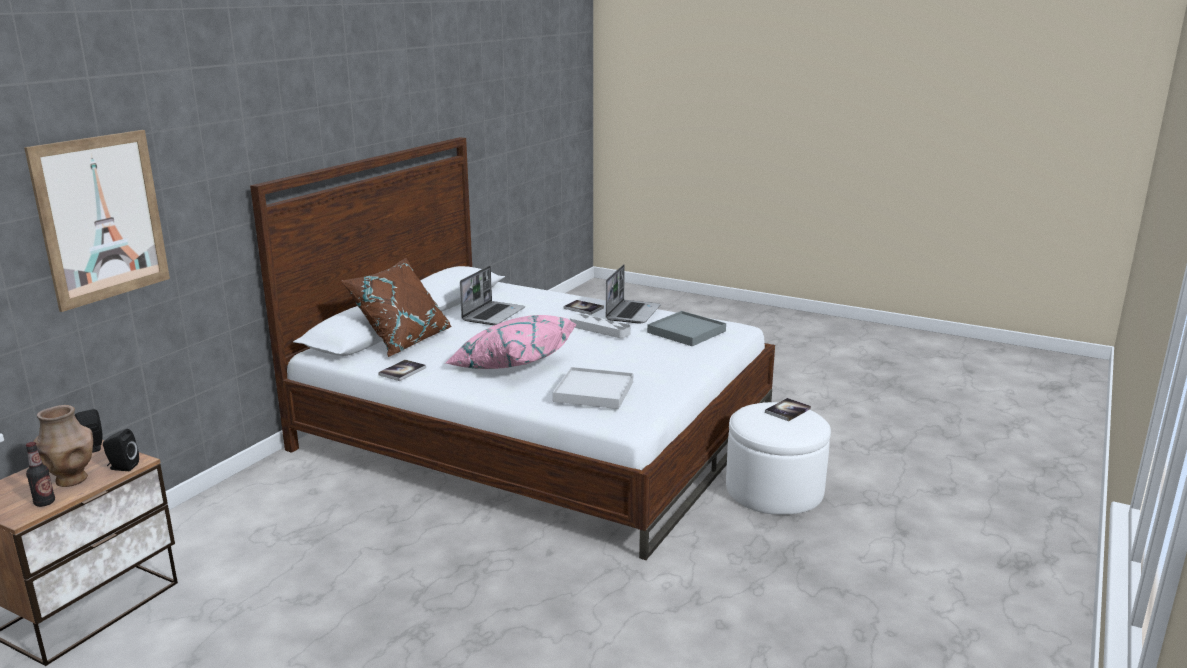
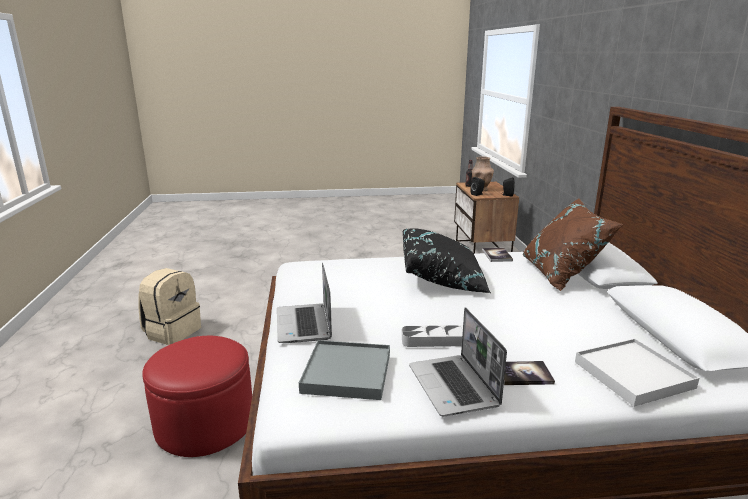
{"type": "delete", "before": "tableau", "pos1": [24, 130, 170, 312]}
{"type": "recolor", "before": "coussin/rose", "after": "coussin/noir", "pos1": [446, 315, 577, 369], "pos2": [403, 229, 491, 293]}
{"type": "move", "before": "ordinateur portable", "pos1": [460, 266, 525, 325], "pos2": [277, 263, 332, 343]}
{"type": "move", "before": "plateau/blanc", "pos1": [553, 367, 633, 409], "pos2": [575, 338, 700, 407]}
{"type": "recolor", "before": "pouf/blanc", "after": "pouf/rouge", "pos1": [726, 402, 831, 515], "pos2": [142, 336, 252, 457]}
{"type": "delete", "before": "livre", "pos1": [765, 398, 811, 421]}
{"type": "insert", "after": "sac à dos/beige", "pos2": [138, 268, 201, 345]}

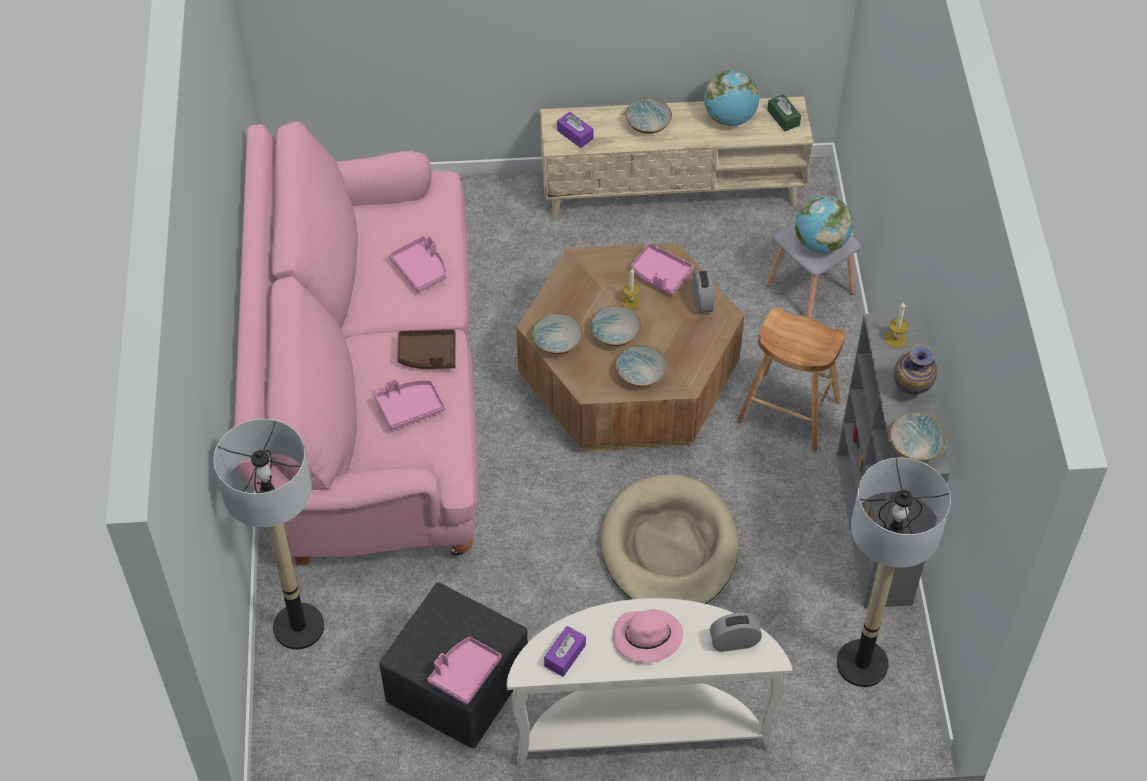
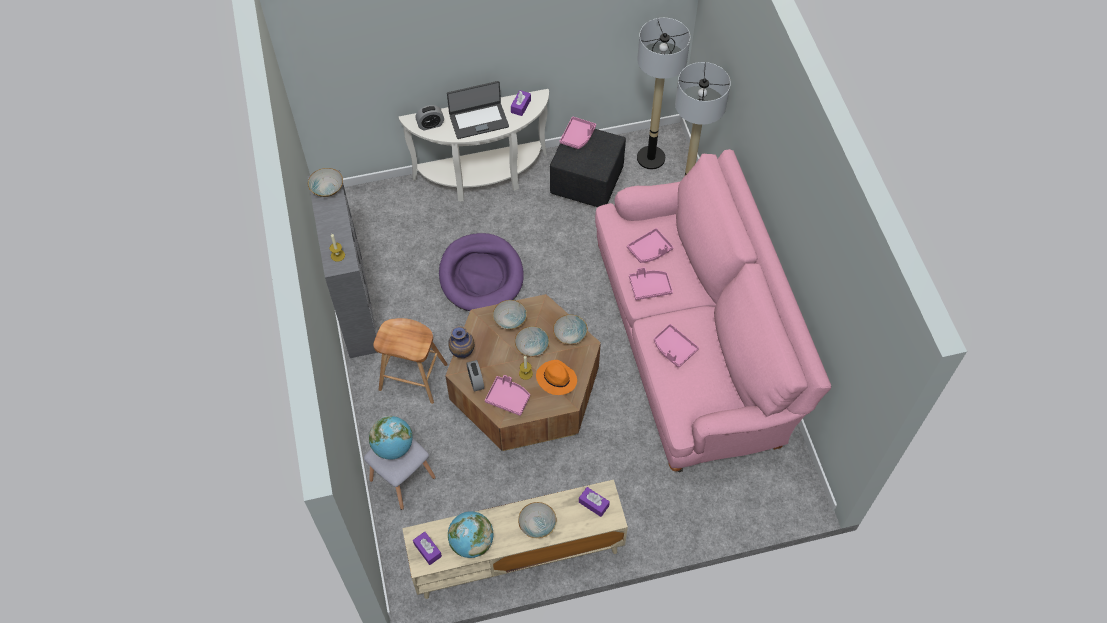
{"type": "recolor", "before": "plateau/marron", "after": "plateau/rose", "pos1": [397, 329, 456, 369], "pos2": [629, 267, 673, 300]}
{"type": "recolor", "before": "panier pour chien/beige", "after": "panier pour chien/violet", "pos1": [601, 474, 738, 604], "pos2": [439, 233, 524, 311]}
{"type": "replace", "before": "chapeau/rose", "after": "ordinateur portable", "pos1": [613, 609, 683, 663], "pos2": [447, 81, 509, 139]}
{"type": "recolor", "before": "boîte à mouchoirs/vert", "after": "boîte à mouchoirs/violet", "pos1": [767, 94, 801, 131], "pos2": [413, 532, 442, 565]}
{"type": "move", "before": "lampadaire", "pos1": [837, 457, 951, 687], "pos2": [637, 18, 690, 169]}
{"type": "move", "before": "vase", "pos1": [894, 344, 937, 395], "pos2": [448, 326, 474, 358]}
{"type": "insert", "after": "chapeau/orange", "pos2": [536, 360, 577, 395]}

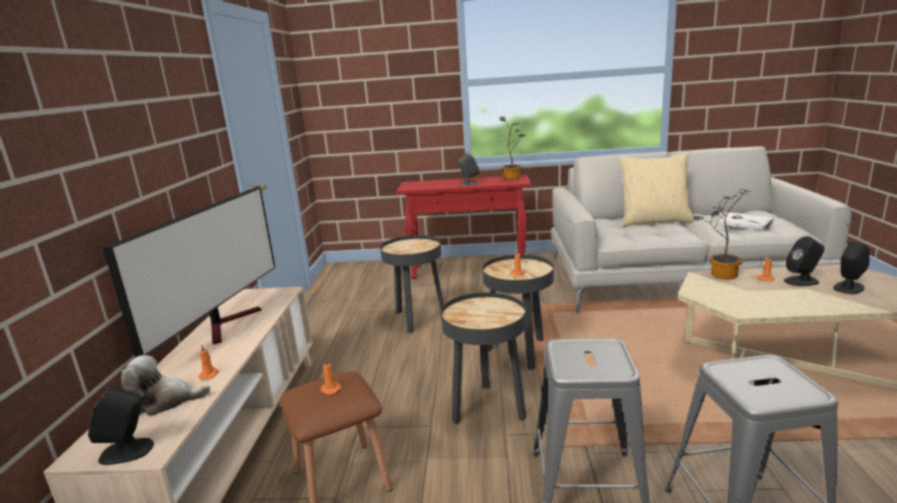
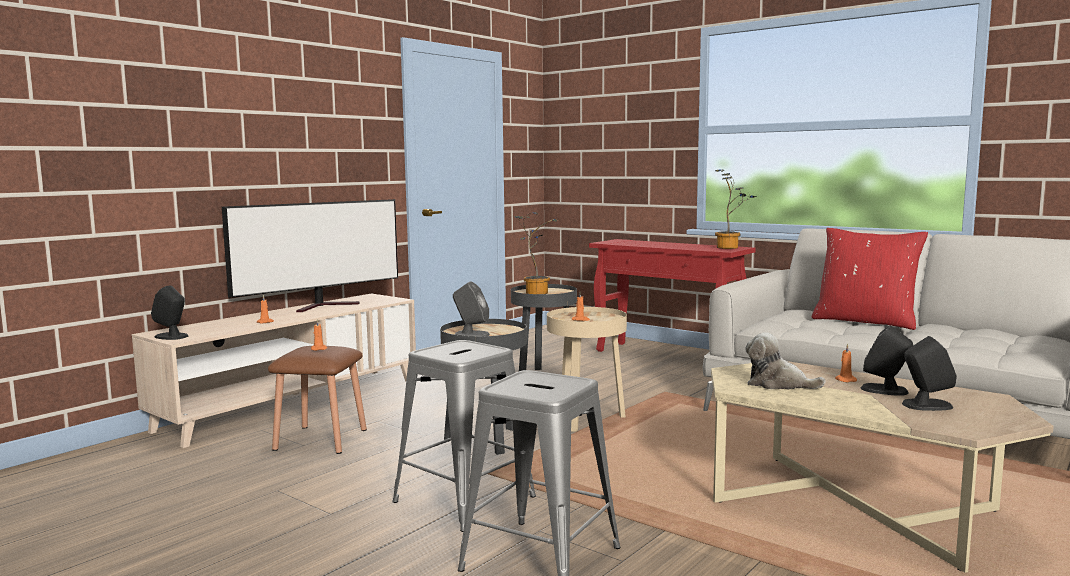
{"type": "move", "before": "peluche", "pos1": [121, 355, 210, 416], "pos2": [745, 332, 826, 389]}
{"type": "move", "before": "enceinte/gris", "pos1": [457, 153, 480, 186], "pos2": [453, 282, 490, 336]}
{"type": "recolor", "before": "table d'appoint/noir", "after": "table d'appoint/beige", "pos1": [482, 255, 554, 370], "pos2": [547, 307, 627, 432]}
{"type": "recolor", "before": "coussin/beige", "after": "coussin/rouge", "pos1": [619, 153, 694, 226], "pos2": [812, 228, 928, 330]}
{"type": "move", "before": "plante en pot", "pos1": [693, 189, 751, 279], "pos2": [514, 212, 558, 294]}
{"type": "delete", "before": "livre/blanc", "pos1": [720, 213, 774, 231]}

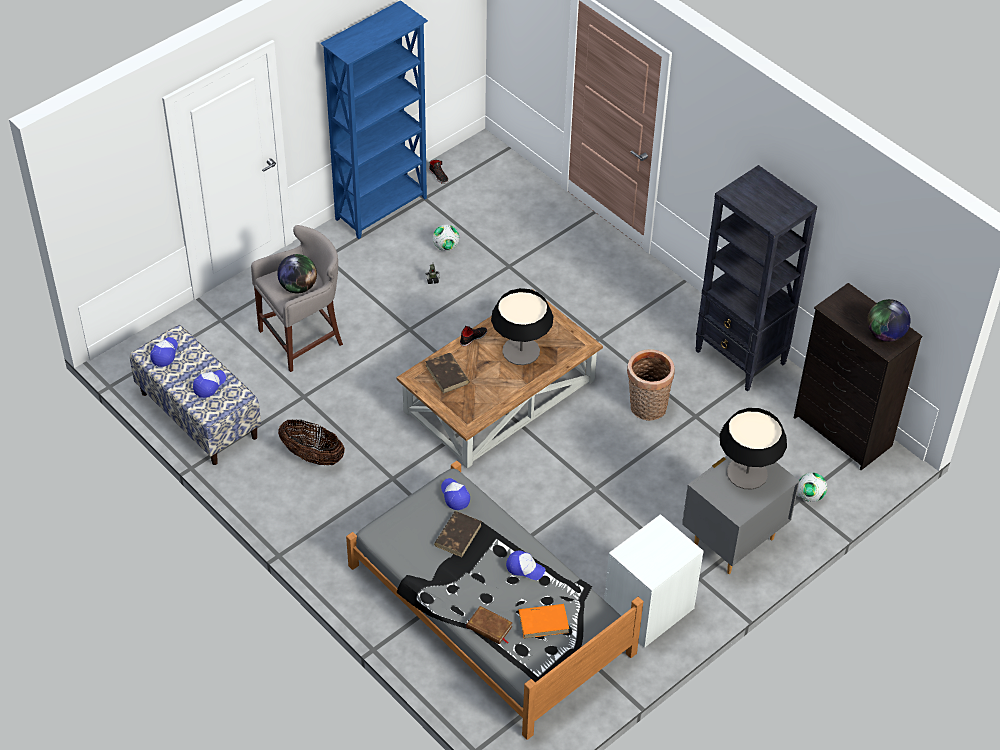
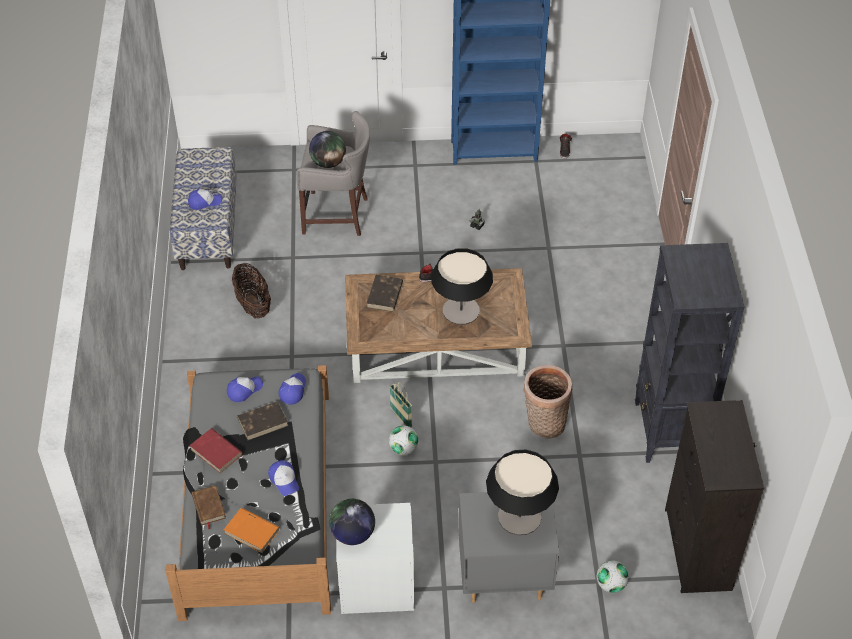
{"type": "move", "before": "casquette", "pos1": [150, 337, 178, 367], "pos2": [227, 376, 263, 402]}
{"type": "move", "before": "ballon de foot", "pos1": [433, 225, 459, 251], "pos2": [389, 426, 418, 455]}
{"type": "move", "before": "globe", "pos1": [867, 299, 911, 342], "pos2": [329, 499, 375, 545]}
{"type": "insert", "after": "livre/rouge", "pos2": [189, 428, 242, 473]}
{"type": "insert", "after": "panier", "pos2": [390, 382, 412, 427]}

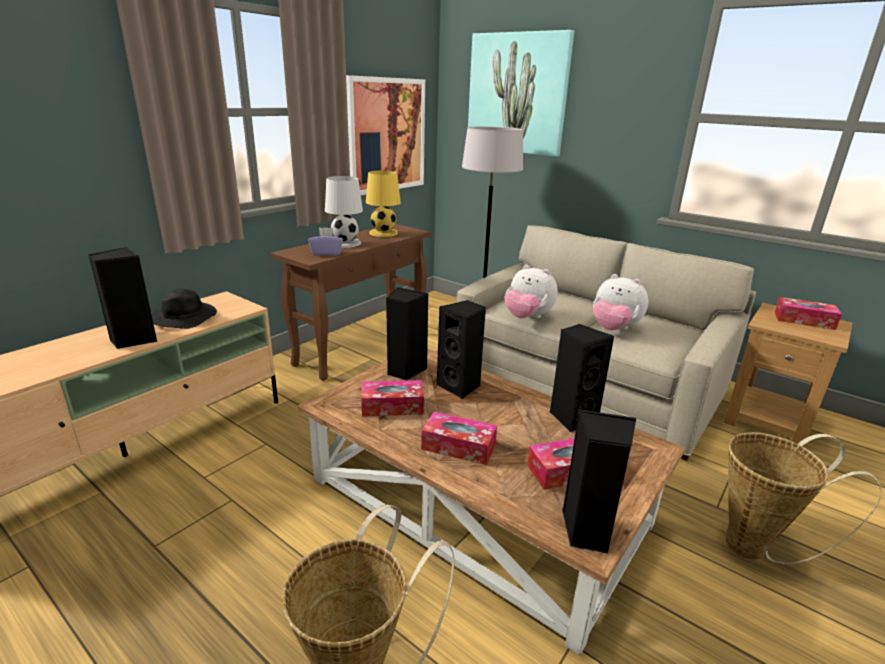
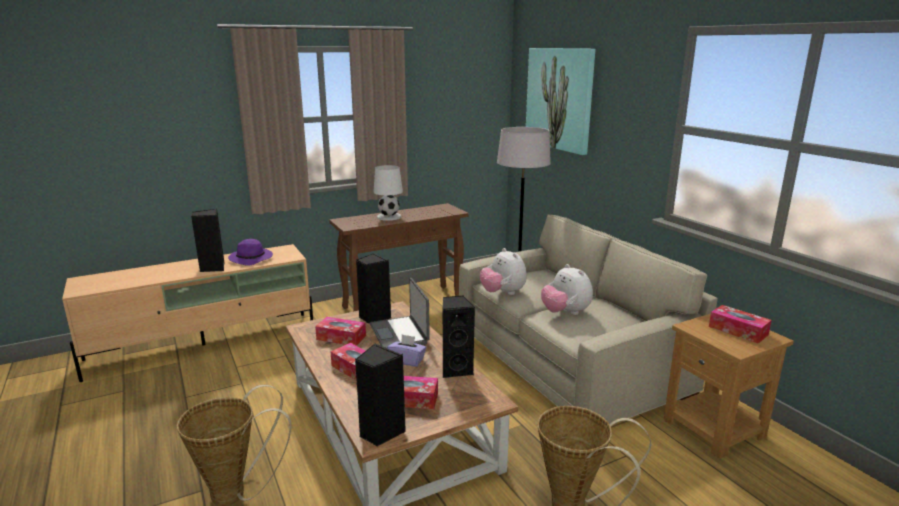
{"type": "recolor", "before": "chapeau/noir", "after": "chapeau/violet", "pos1": [151, 289, 217, 329], "pos2": [228, 239, 273, 266]}
{"type": "move", "before": "boîte à mouchoirs/violet", "pos1": [308, 228, 343, 255], "pos2": [387, 334, 427, 367]}
{"type": "delete", "before": "tableau", "pos1": [346, 75, 425, 195]}
{"type": "delete", "before": "lampe de table/jaune", "pos1": [366, 171, 401, 237]}
{"type": "replace", "before": "enceinte/noir", "after": "ordinateur portable", "pos1": [437, 300, 486, 399], "pos2": [370, 278, 430, 348]}

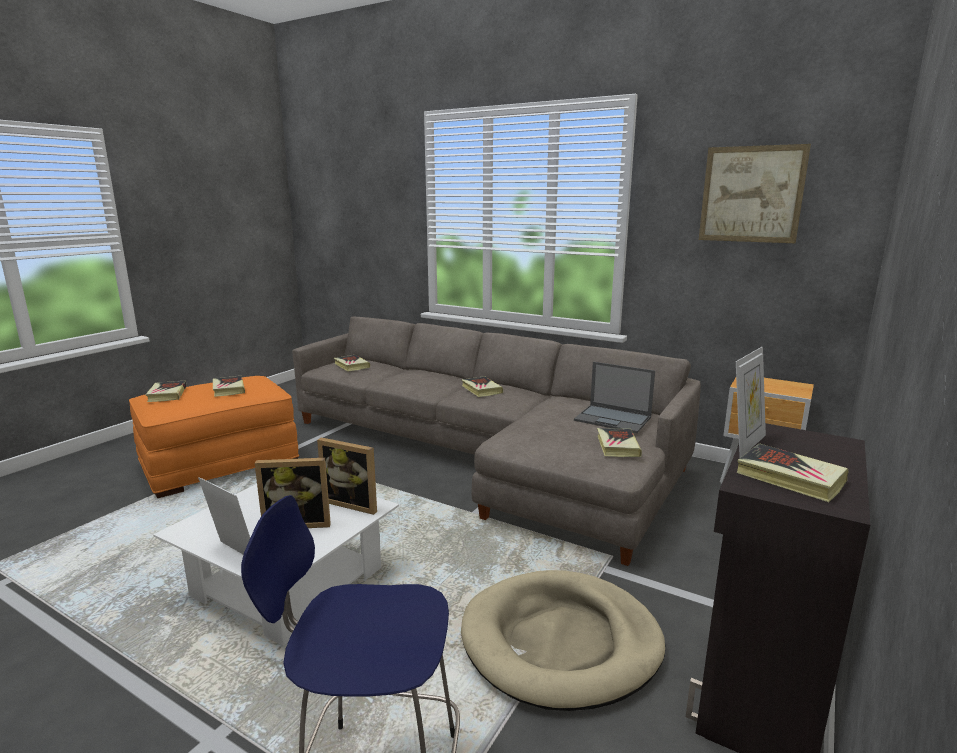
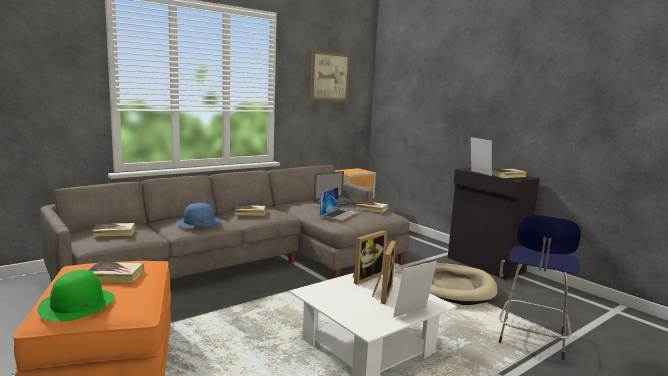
{"type": "replace", "before": "livre", "after": "chapeau/vert", "pos1": [145, 381, 186, 402], "pos2": [37, 270, 114, 322]}
{"type": "insert", "after": "chapeau/bleu", "pos2": [177, 203, 221, 227]}
{"type": "insert", "after": "ordinateur portable", "pos2": [320, 187, 358, 220]}

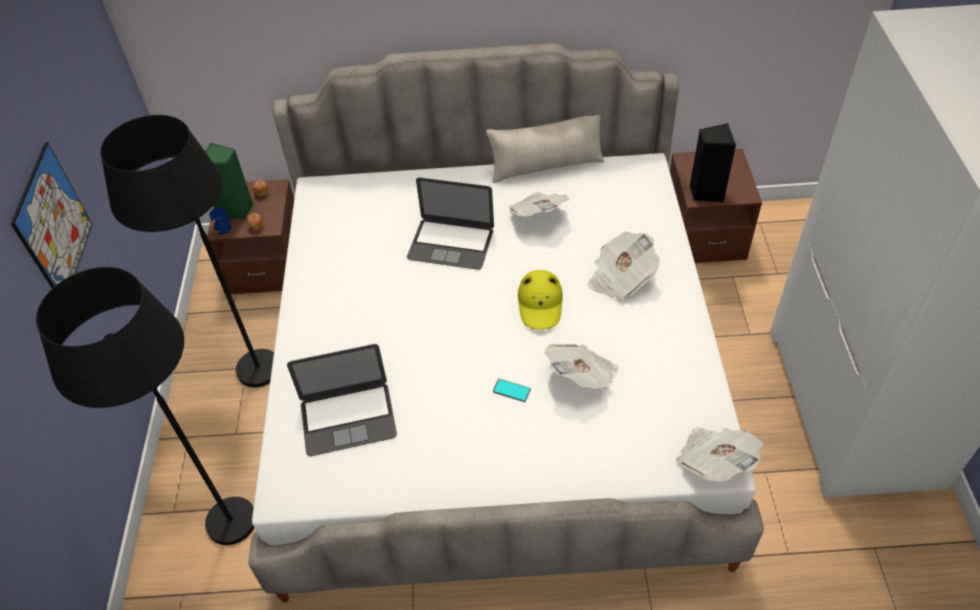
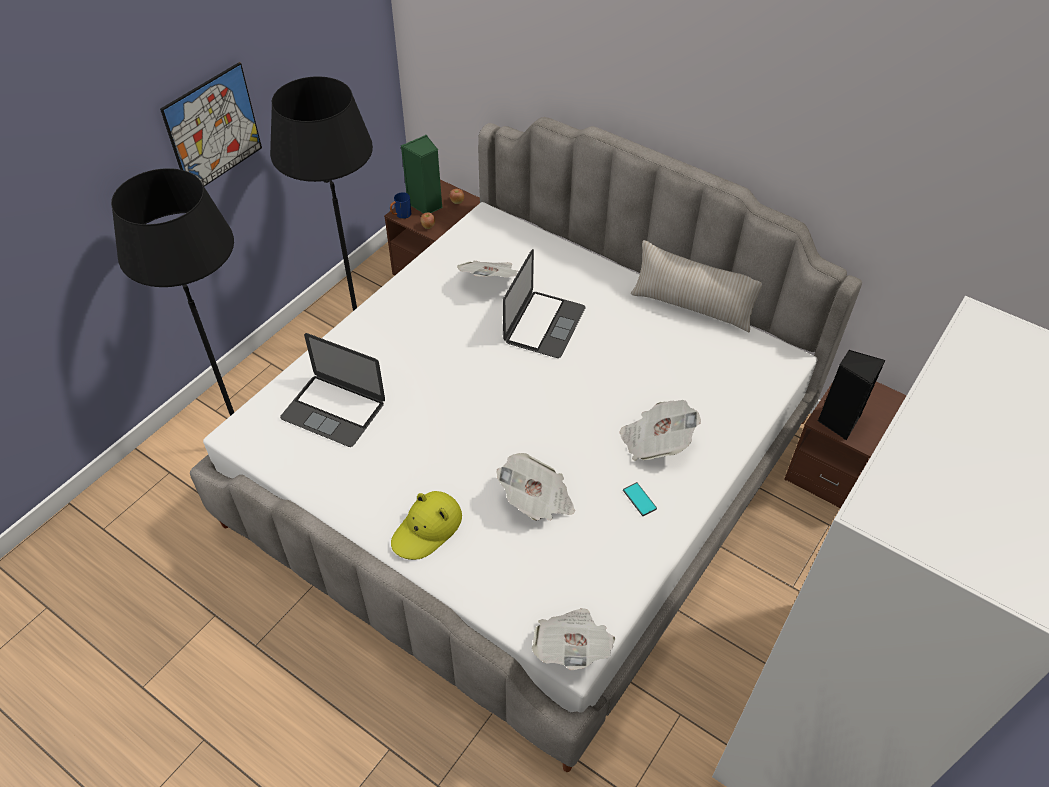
{"type": "rotate", "before": "ordinateur portable", "pos1": [407, 178, 494, 270], "pos2": [503, 249, 585, 358], "turn": -120}
{"type": "move", "before": "téléphone", "pos1": [493, 379, 531, 402], "pos2": [623, 482, 657, 516]}
{"type": "move", "before": "journal", "pos1": [509, 192, 569, 216], "pos2": [457, 261, 518, 278]}
{"type": "move", "before": "chapeau/jaune", "pos1": [518, 270, 563, 330], "pos2": [391, 491, 462, 560]}

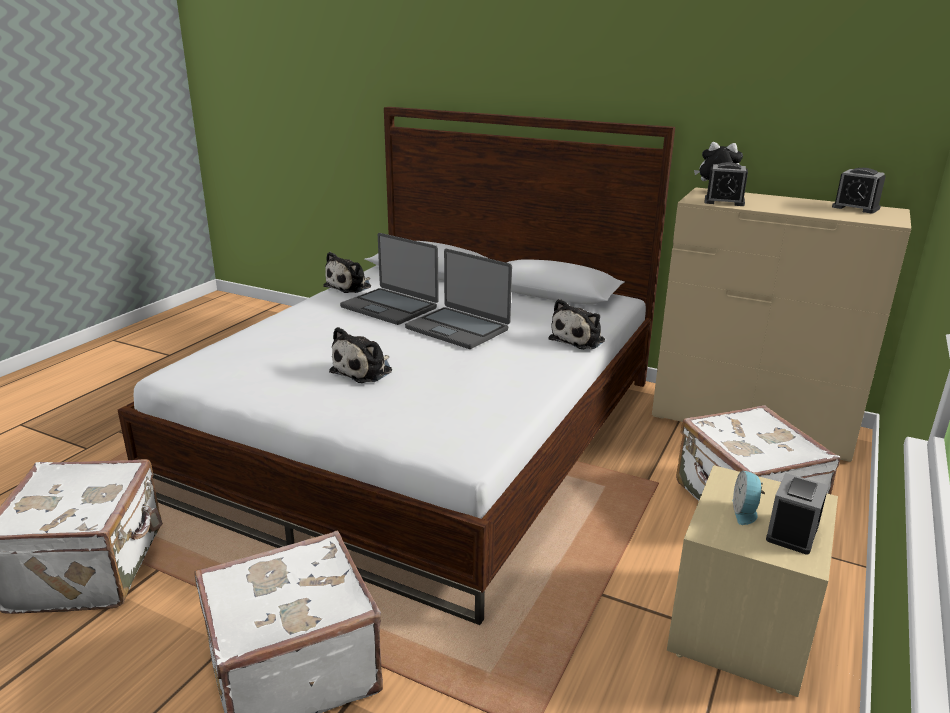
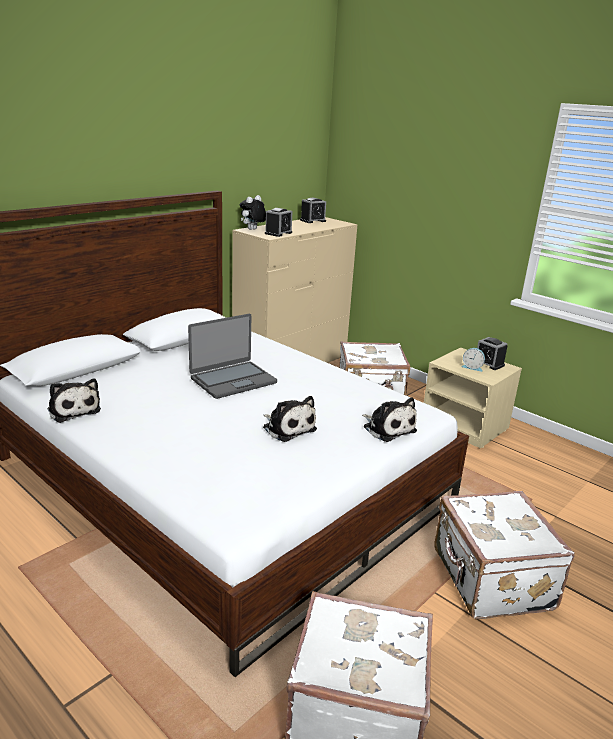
{"type": "delete", "before": "ordinateur portable", "pos1": [340, 233, 439, 325]}
{"type": "move", "before": "peluche", "pos1": [548, 299, 605, 349], "pos2": [362, 397, 417, 442]}

